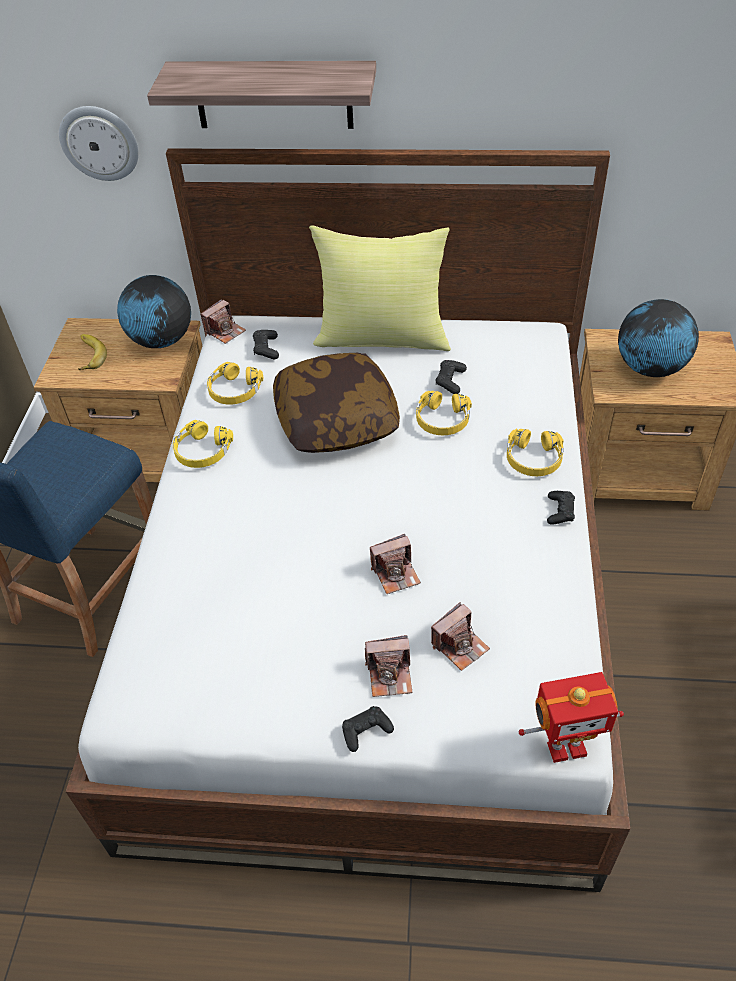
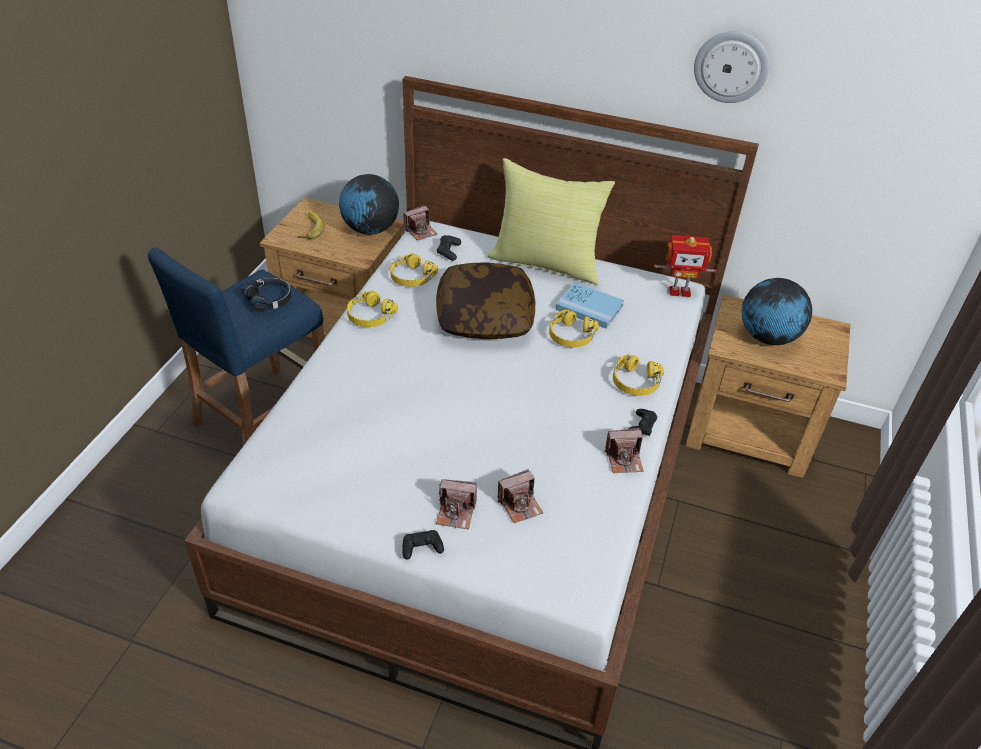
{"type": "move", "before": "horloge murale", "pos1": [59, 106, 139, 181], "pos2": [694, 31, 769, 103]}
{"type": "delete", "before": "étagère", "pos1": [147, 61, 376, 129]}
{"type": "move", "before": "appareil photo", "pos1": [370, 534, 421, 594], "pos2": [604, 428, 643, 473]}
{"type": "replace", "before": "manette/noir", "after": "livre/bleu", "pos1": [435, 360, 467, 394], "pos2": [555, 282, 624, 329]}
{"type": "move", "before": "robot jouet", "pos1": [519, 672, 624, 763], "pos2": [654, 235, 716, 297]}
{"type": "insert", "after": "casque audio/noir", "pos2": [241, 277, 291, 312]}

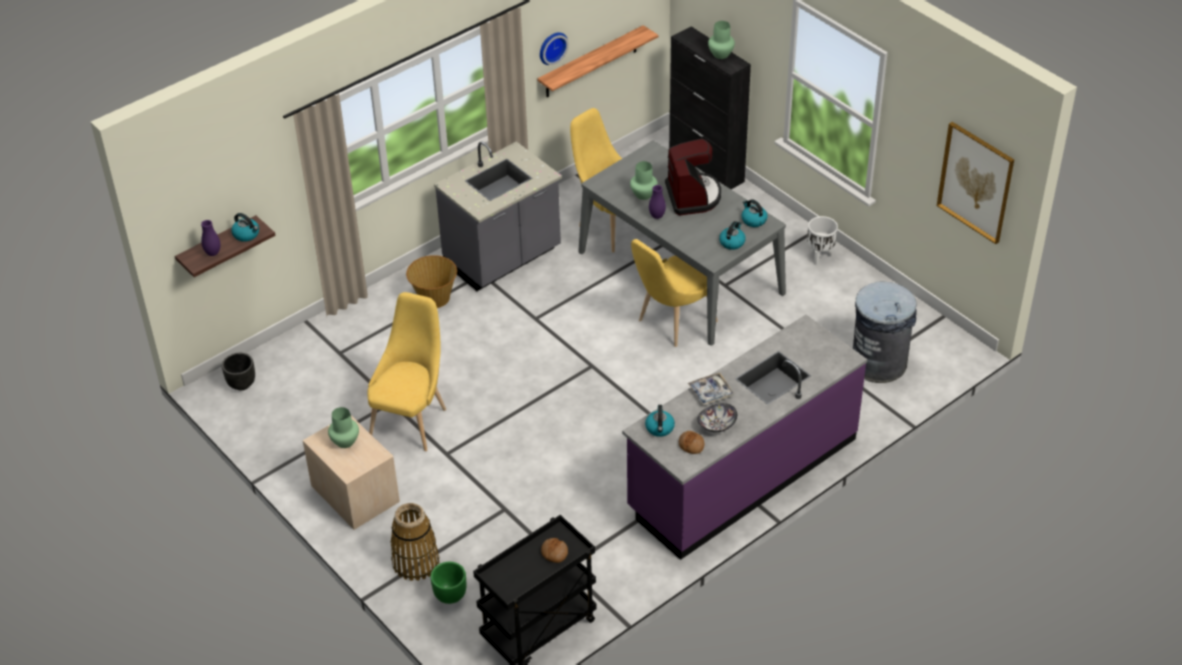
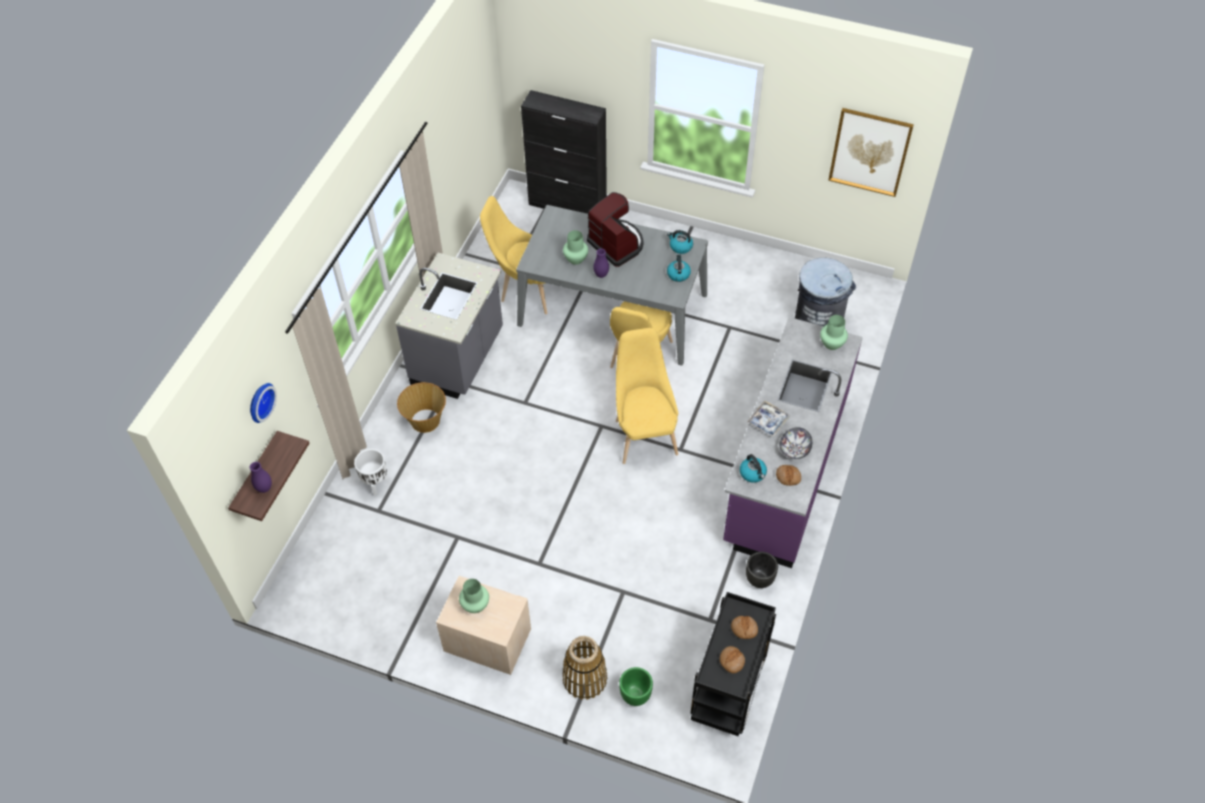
{"type": "move", "before": "cache-pot/noir", "pos1": [222, 353, 255, 391], "pos2": [746, 552, 778, 588]}
{"type": "delete", "before": "bouilloire", "pos1": [231, 213, 259, 242]}
{"type": "move", "before": "chaise/jaune", "pos1": [367, 292, 446, 451], "pos2": [616, 328, 678, 464]}
{"type": "delete", "before": "étagère", "pos1": [537, 25, 658, 97]}
{"type": "move", "before": "horloge murale", "pos1": [540, 32, 569, 65], "pos2": [250, 383, 277, 423]}
{"type": "move", "before": "vase/vert", "pos1": [708, 21, 735, 59], "pos2": [820, 315, 848, 350]}
{"type": "move", "before": "cache-pot/blanc", "pos1": [808, 216, 838, 265], "pos2": [354, 449, 388, 495]}
{"type": "insert", "after": "pain", "pos2": [720, 646, 745, 673]}

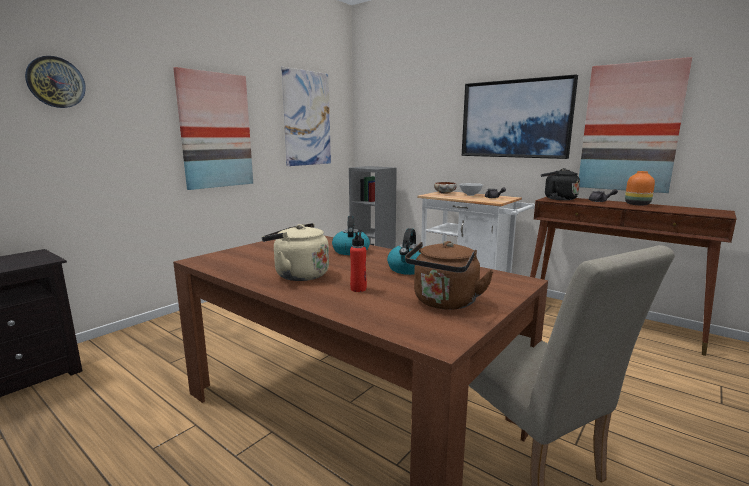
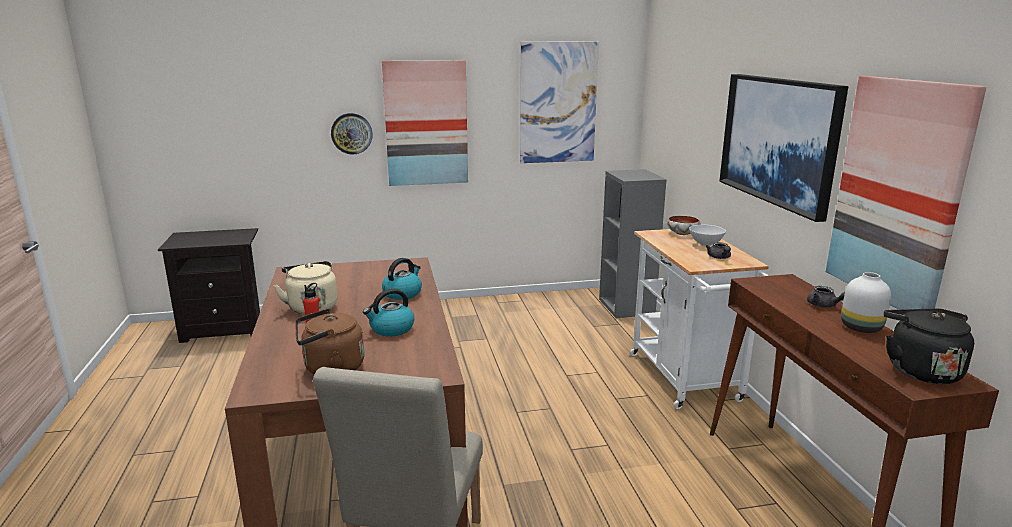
{"type": "move", "before": "horloge murale", "pos1": [25, 56, 86, 108], "pos2": [331, 113, 373, 154]}
{"type": "move", "before": "bouilloire/noir", "pos1": [541, 168, 580, 200], "pos2": [883, 308, 974, 384]}
{"type": "recolor", "before": "vase/orange", "after": "vase/blanc", "pos1": [625, 171, 655, 205], "pos2": [841, 272, 891, 333]}

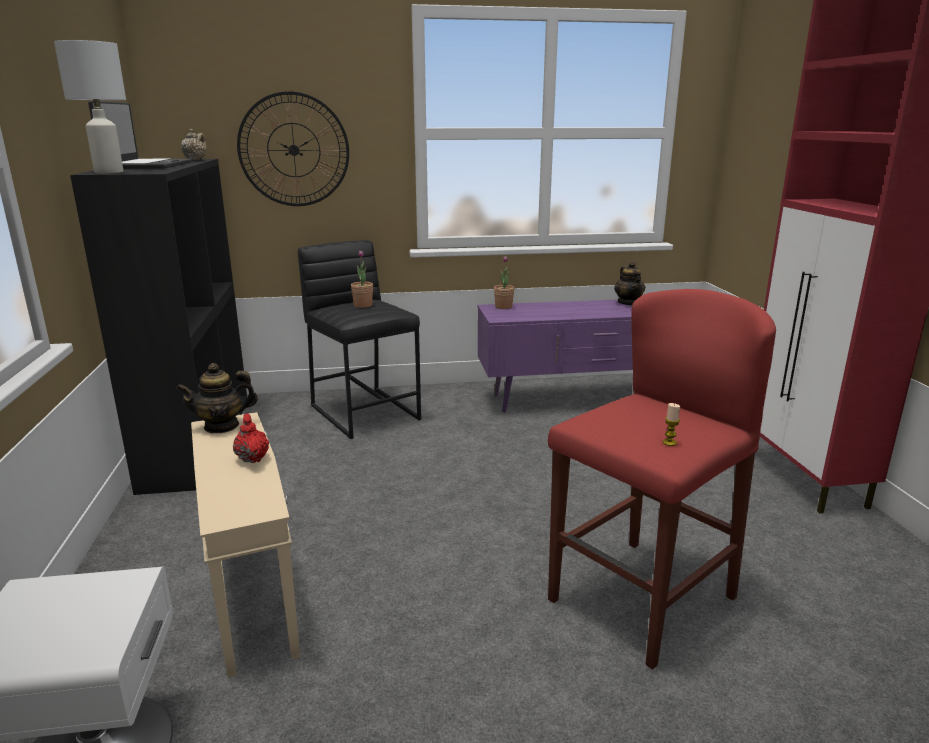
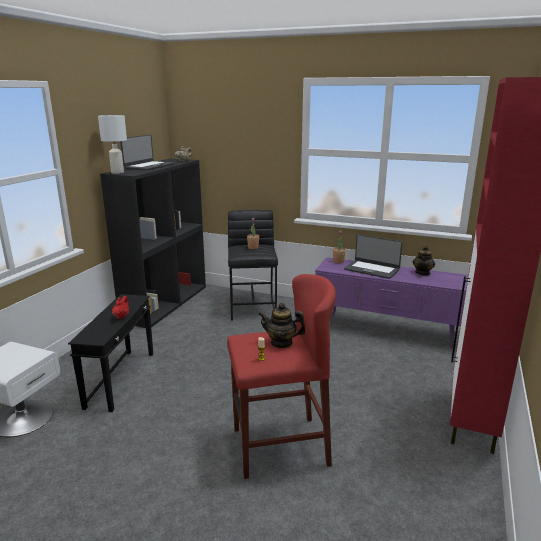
{"type": "move", "before": "théière", "pos1": [176, 363, 258, 433], "pos2": [258, 303, 305, 348]}
{"type": "recolor", "before": "table d'appoint/beige", "after": "table d'appoint/noir", "pos1": [191, 412, 300, 678], "pos2": [68, 294, 153, 412]}
{"type": "delete", "before": "horloge murale", "pos1": [237, 91, 349, 206]}
{"type": "insert", "after": "ordinateur portable", "pos2": [344, 234, 403, 279]}

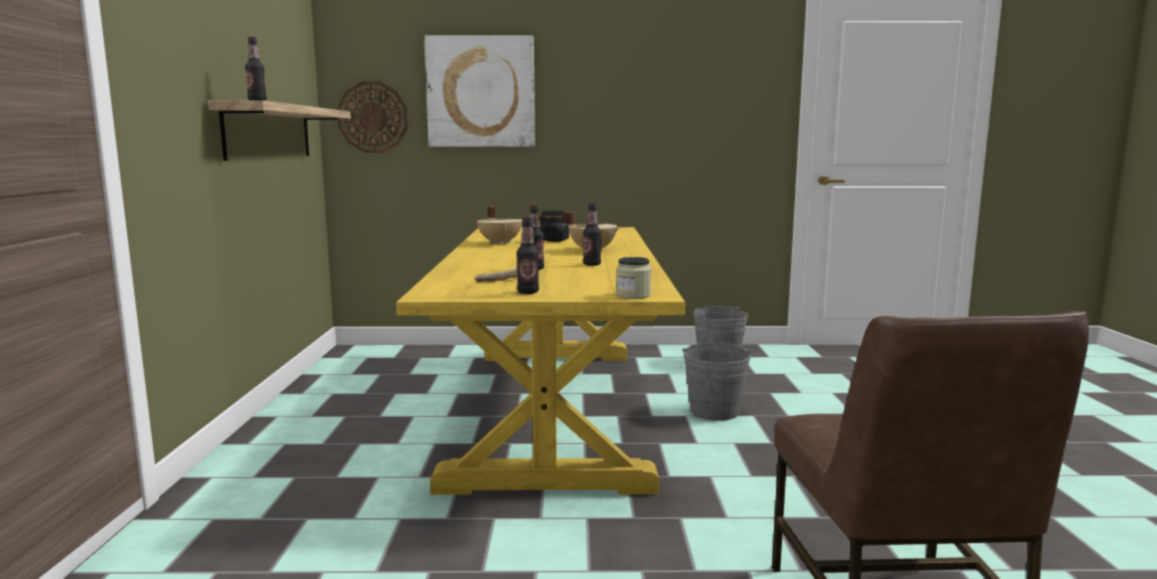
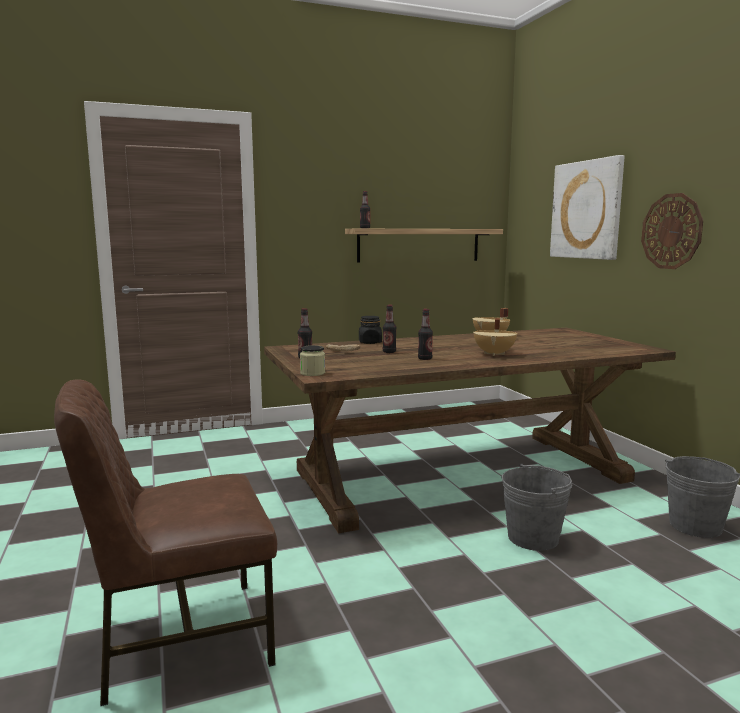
{"type": "move", "before": "horloge murale", "pos1": [337, 81, 408, 153], "pos2": [641, 193, 703, 269]}
{"type": "recolor", "before": "table à manger/jaune", "after": "table à manger/marron", "pos1": [396, 227, 685, 495], "pos2": [264, 328, 676, 533]}
{"type": "move", "before": "bocal/noir", "pos1": [539, 210, 569, 242], "pos2": [359, 316, 382, 344]}

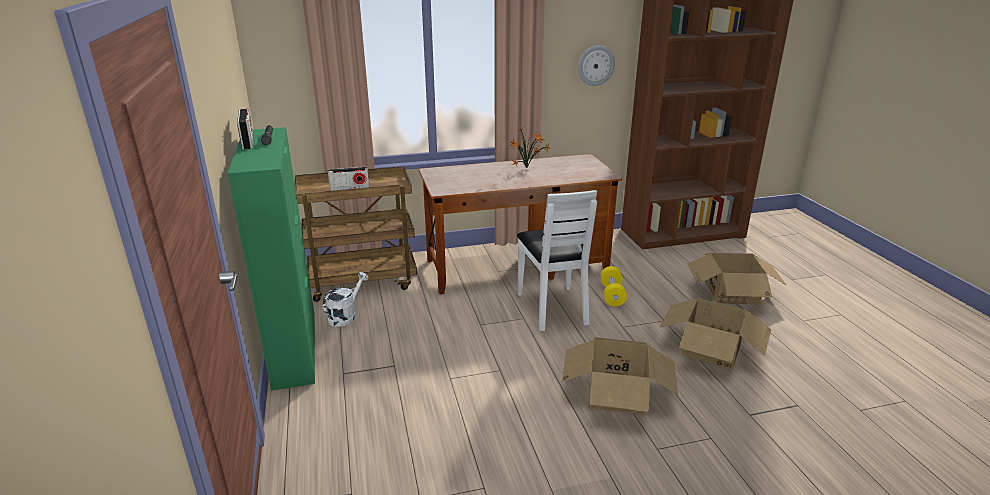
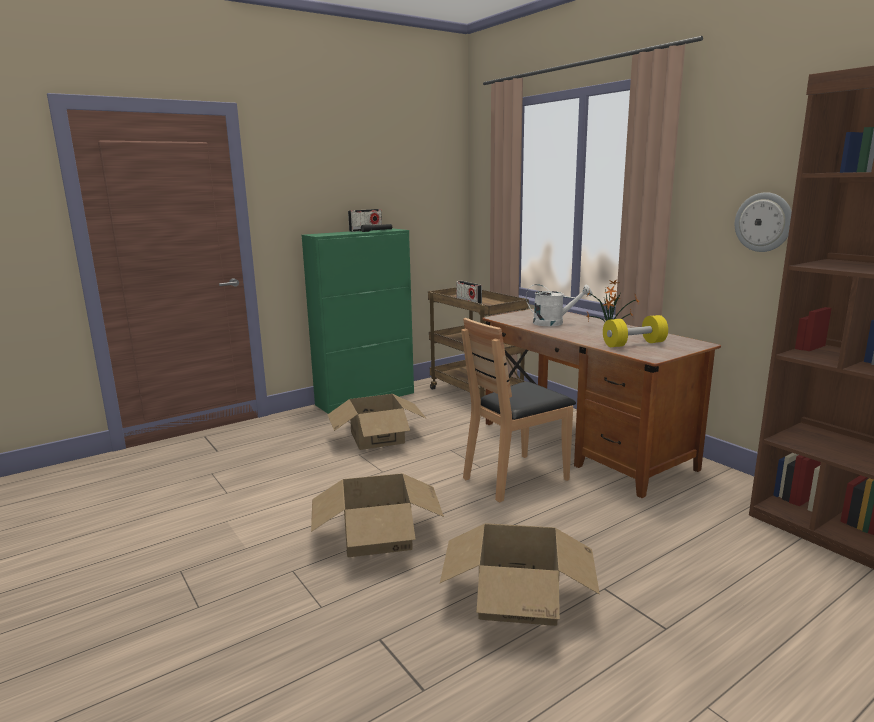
{"type": "move", "before": "arrosoir/blanc", "pos1": [323, 272, 369, 327], "pos2": [526, 284, 592, 326]}
{"type": "recolor", "before": "chaise/blanc", "after": "chaise/marron", "pos1": [517, 190, 597, 331], "pos2": [461, 318, 576, 502]}
{"type": "move", "before": "haltère/jaune", "pos1": [601, 266, 627, 306], "pos2": [603, 315, 668, 347]}
{"type": "move", "before": "carton", "pos1": [688, 253, 787, 305], "pos2": [328, 394, 427, 450]}

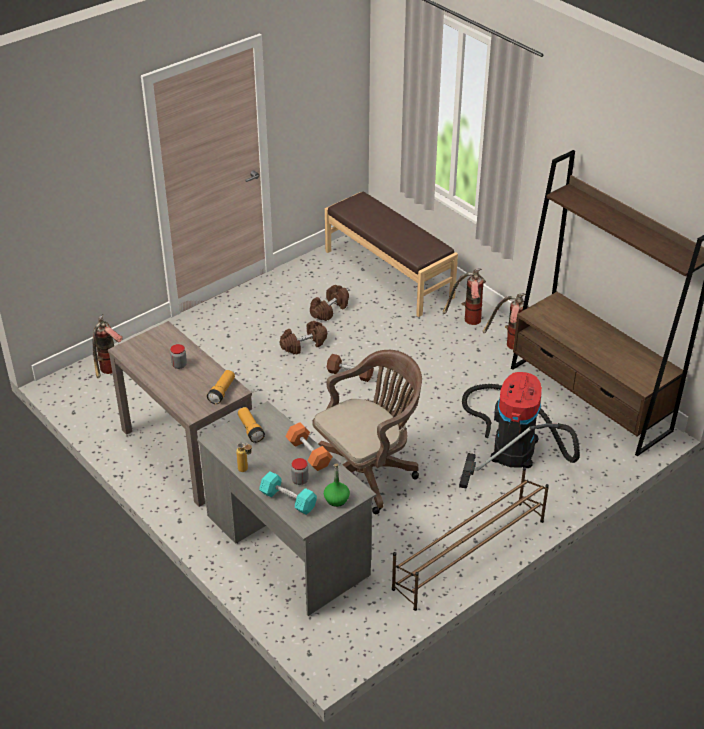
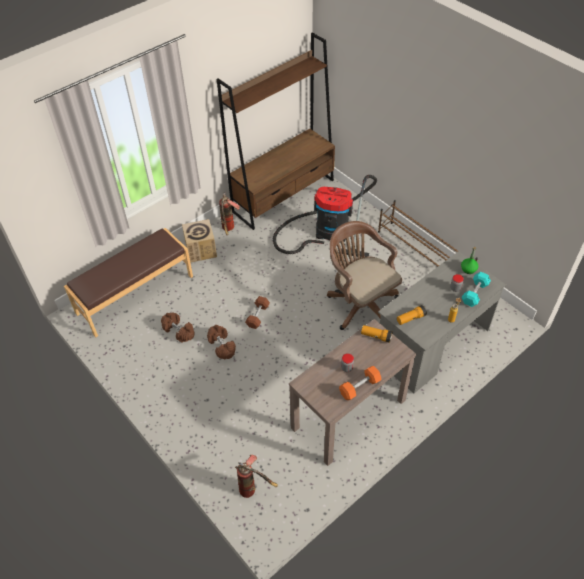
{"type": "move", "before": "haltère/orange", "pos1": [285, 422, 333, 471], "pos2": [339, 366, 381, 400]}
{"type": "replace", "before": "extincteur", "after": "carton", "pos1": [443, 268, 486, 325], "pos2": [182, 219, 217, 263]}

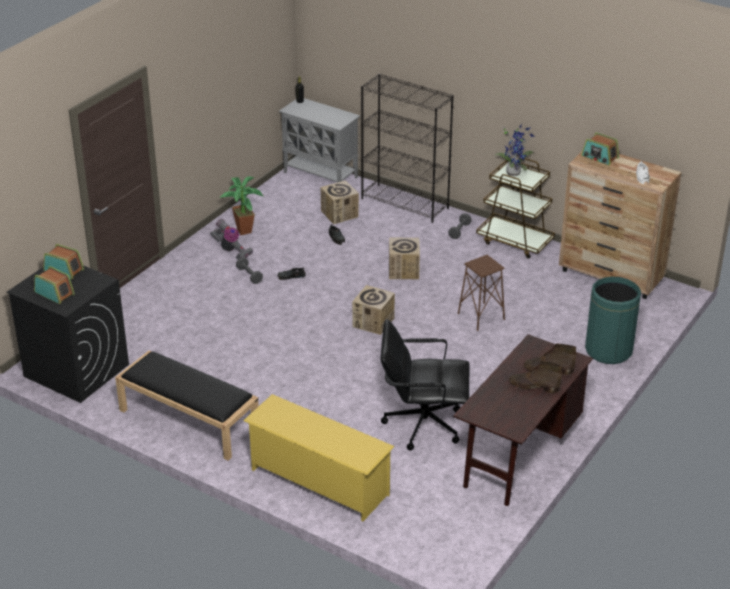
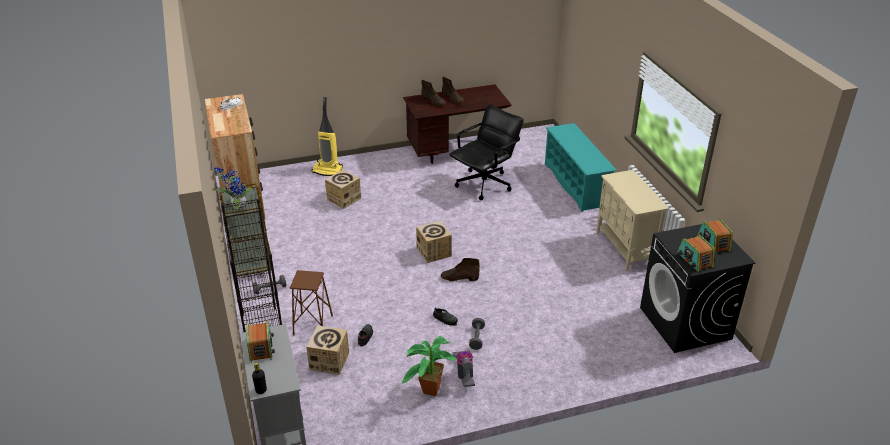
{"type": "replace", "before": "banc/noir", "after": "meuble de rangement/beige", "pos1": [115, 351, 259, 461], "pos2": [596, 170, 669, 272]}
{"type": "recolor", "before": "étagère à chaussures/jaune", "after": "étagère à chaussures/turquoise", "pos1": [243, 394, 394, 521], "pos2": [545, 123, 617, 212]}
{"type": "rotate", "before": "chaise de bureau/noir", "pos1": [381, 319, 470, 451], "pos2": [449, 104, 524, 200], "turn": -90}
{"type": "move", "before": "carton", "pos1": [389, 238, 420, 279], "pos2": [325, 170, 361, 209]}
{"type": "move", "before": "tabouret/marron", "pos1": [458, 255, 505, 331], "pos2": [290, 270, 333, 336]}
{"type": "move", "before": "radio", "pos1": [581, 132, 619, 166], "pos2": [246, 321, 275, 363]}
{"type": "replace", "before": "poubelle/vert", "after": "aspirateur", "pos1": [585, 277, 641, 364], "pos2": [311, 97, 343, 176]}
{"type": "insert", "after": "botte/marron", "pos2": [441, 258, 480, 281]}

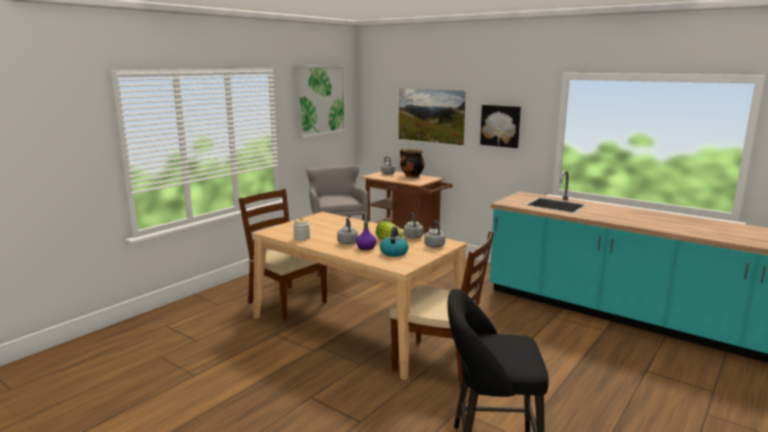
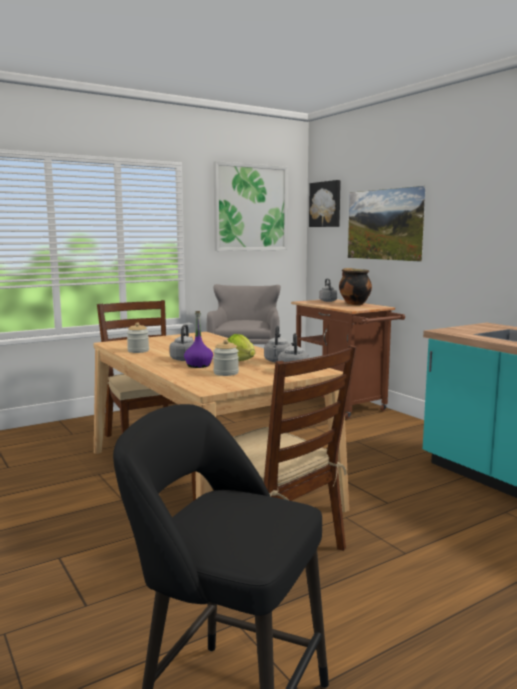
{"type": "replace", "before": "bouilloire", "after": "bocal", "pos1": [380, 226, 408, 257], "pos2": [213, 339, 239, 376]}
{"type": "move", "before": "tableau", "pos1": [480, 105, 521, 148], "pos2": [309, 180, 341, 227]}

